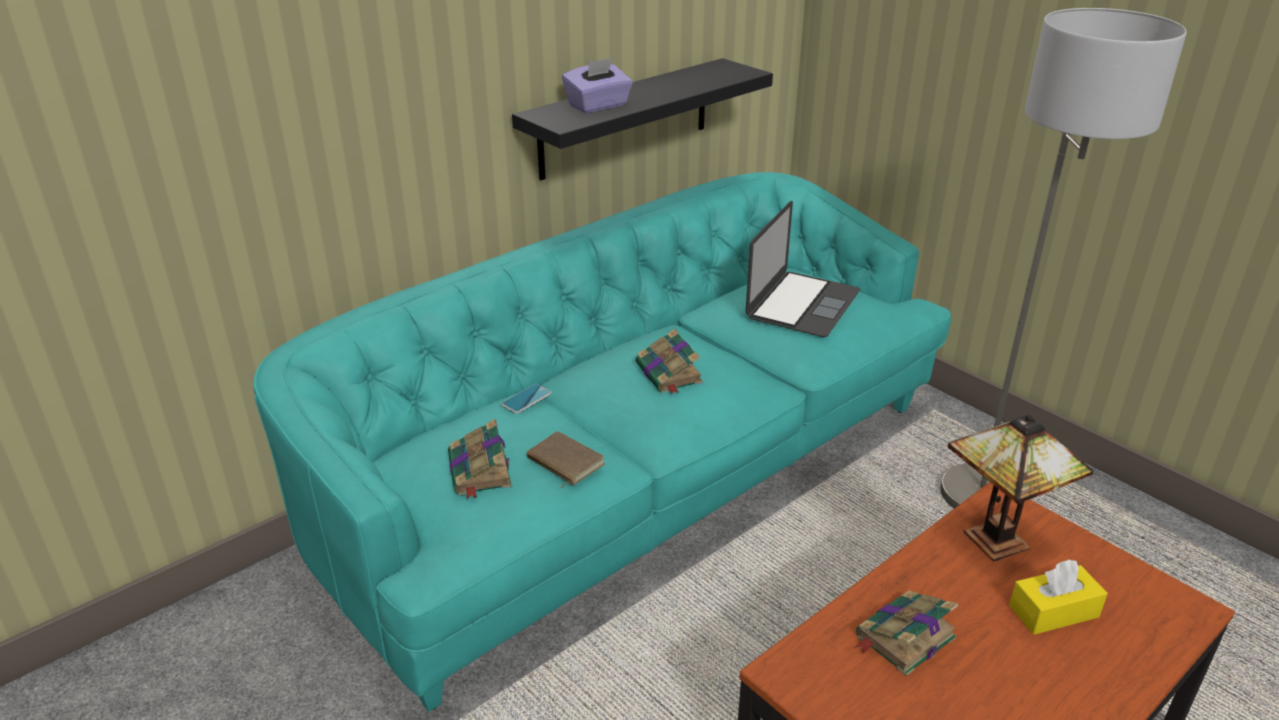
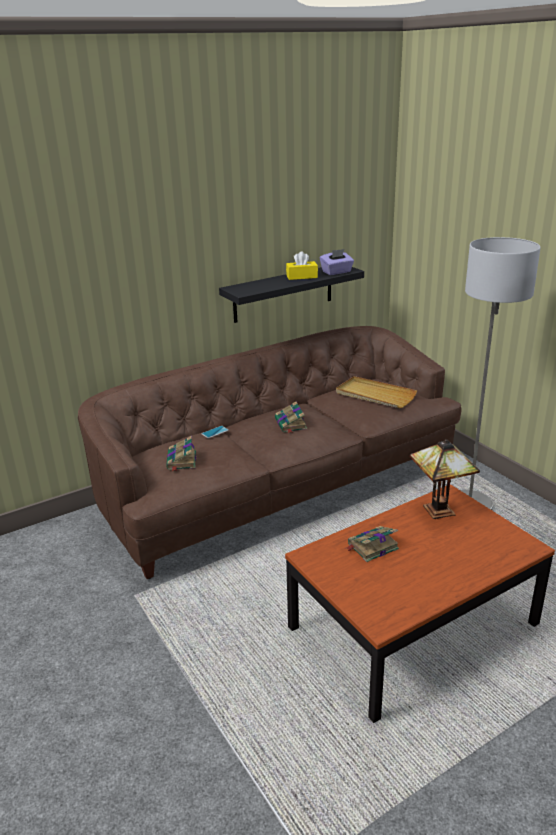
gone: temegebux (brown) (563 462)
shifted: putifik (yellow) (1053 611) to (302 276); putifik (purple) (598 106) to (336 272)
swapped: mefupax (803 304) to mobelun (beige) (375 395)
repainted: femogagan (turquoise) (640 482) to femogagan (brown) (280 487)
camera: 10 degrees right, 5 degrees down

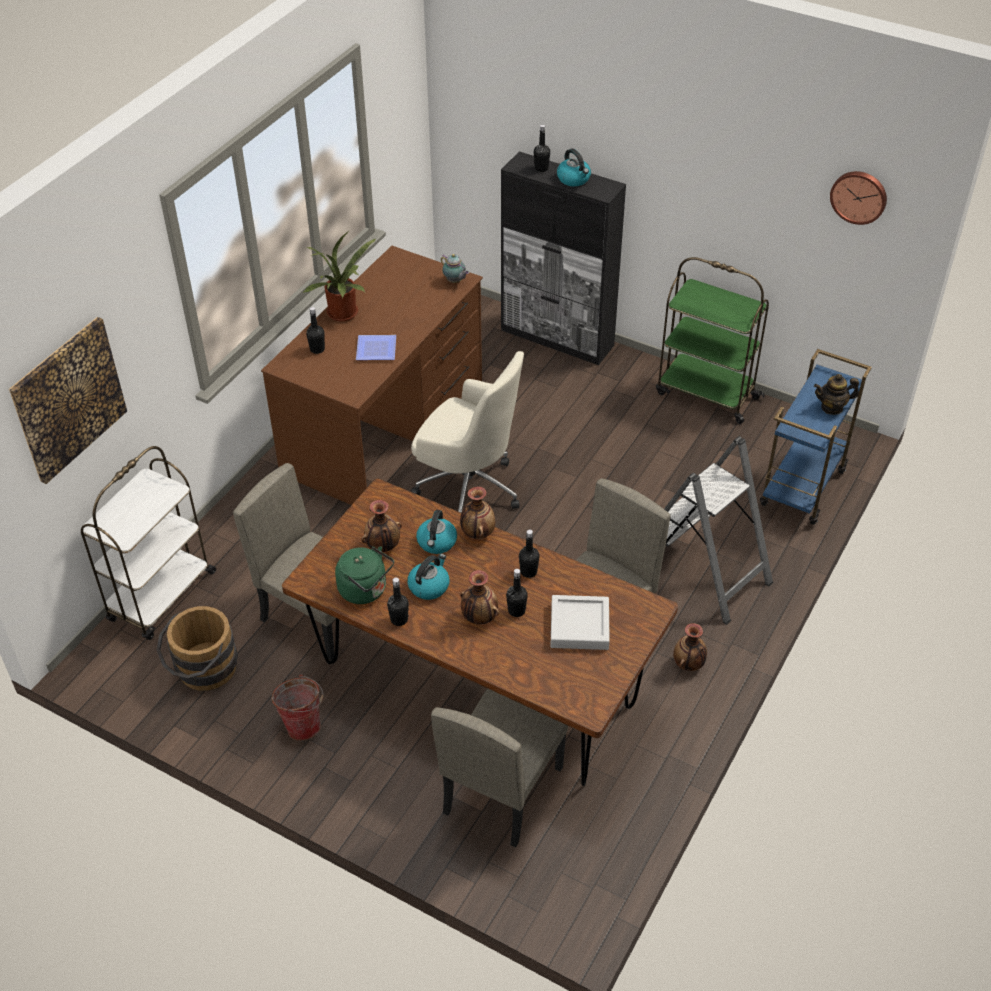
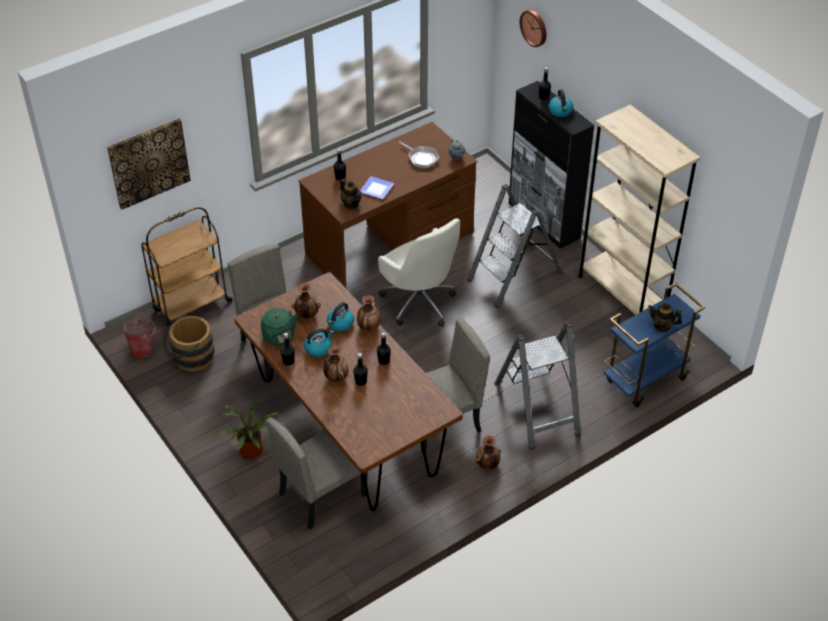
gone: mobelun (grey) (579 626)
new: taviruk (351 204); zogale (421 158); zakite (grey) (515 276)
shifted: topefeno (302 723) to (143 349); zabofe (344 315) to (251 453); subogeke (859 196) to (534 27)
swapped: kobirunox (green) (706 395) to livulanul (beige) (622 294)
repainted: kobirunox (white) (161 597) to kobirunox (brown) (191 306)
camera: 25 degrees right, 0 degrees up

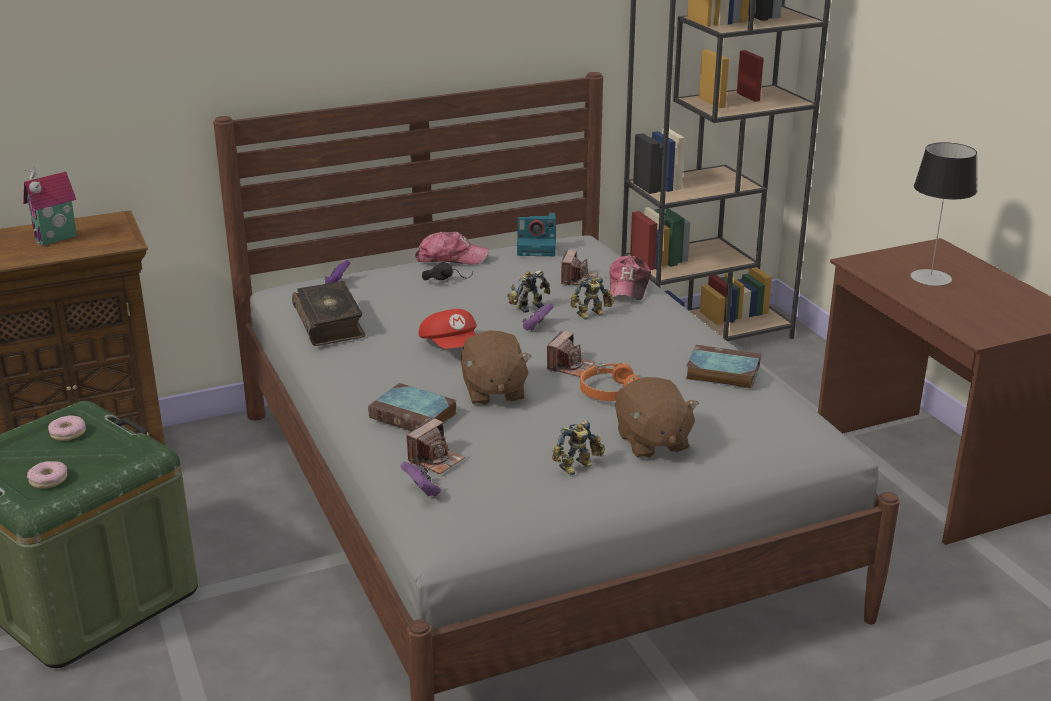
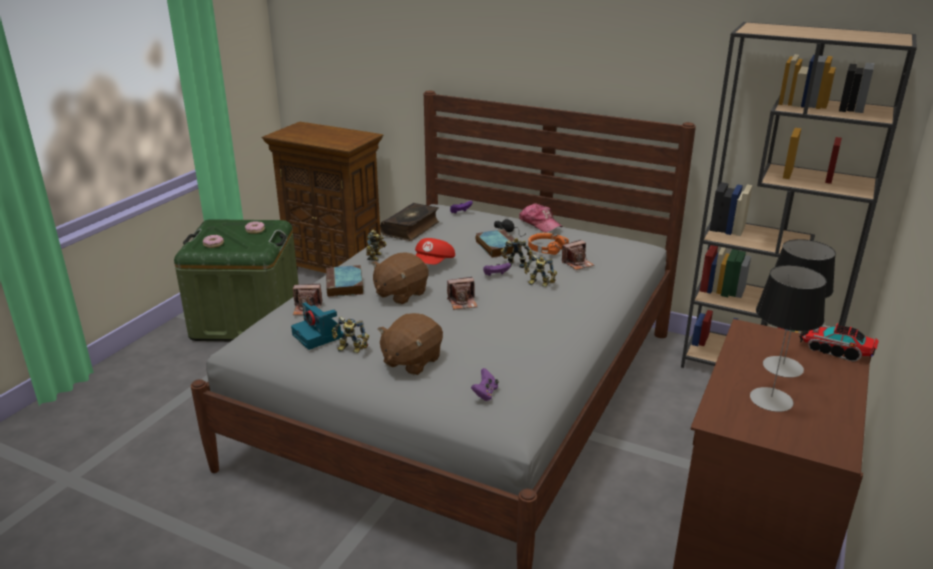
gone: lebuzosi (57 239); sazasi (628 287)
new: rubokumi (376 257); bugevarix (771 399); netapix (835 350)
shifted: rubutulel (538 247) to (319 336); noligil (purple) (422 491) to (485 393); temegebux (721 372) to (497 246); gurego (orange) (609 391) to (546 248)
camera: 50 degrees right, 0 degrees up

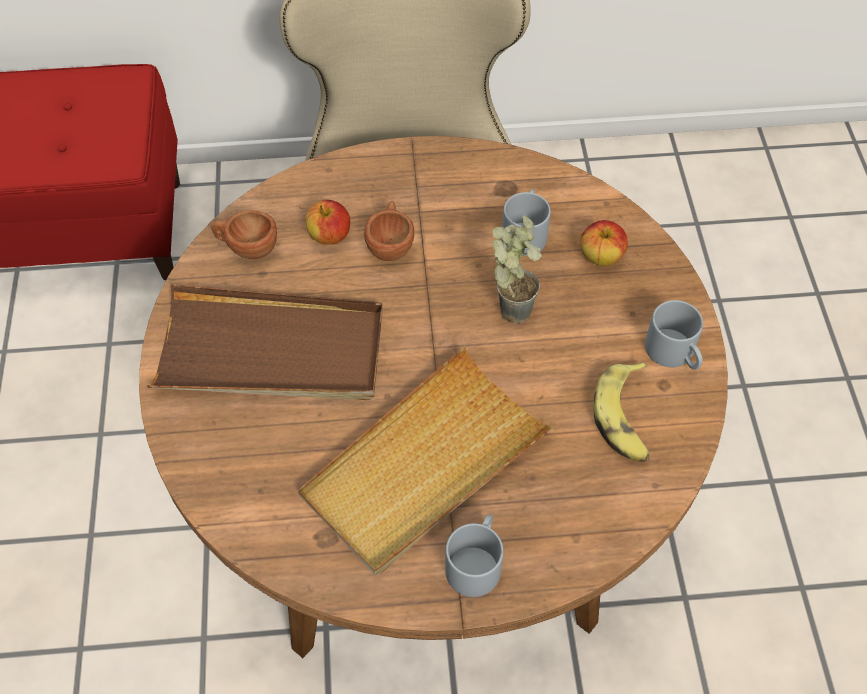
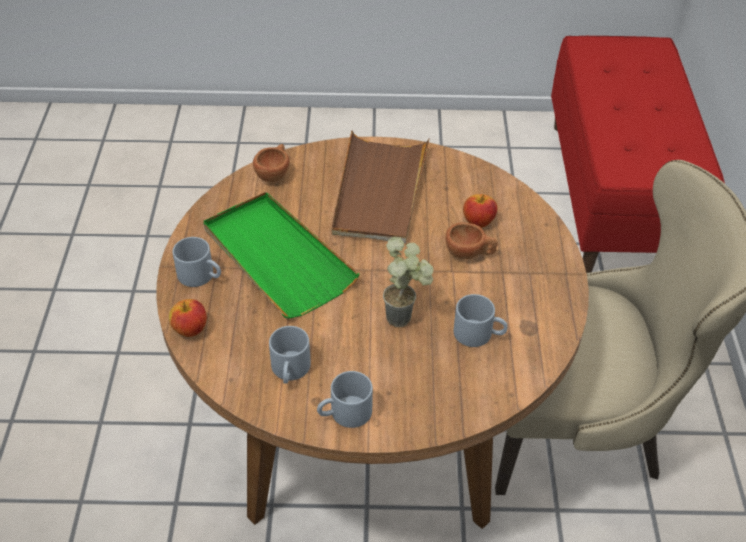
shifted: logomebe (601 257) to (190 329); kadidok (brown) (247 248) to (274 173)
swapped: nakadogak (625 418) to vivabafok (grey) (290 371)
repainted: mobelun (beige) (424 464) to mobelun (green) (277 258)
camera: 95 degrees right, 10 degrees down

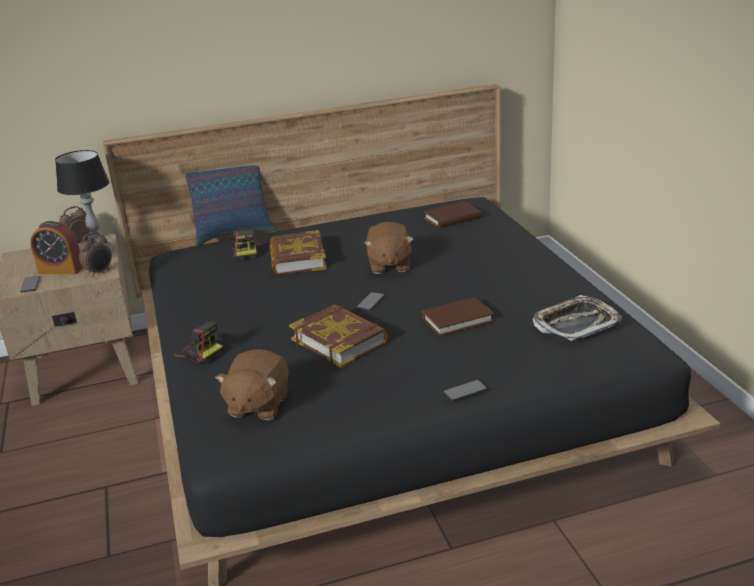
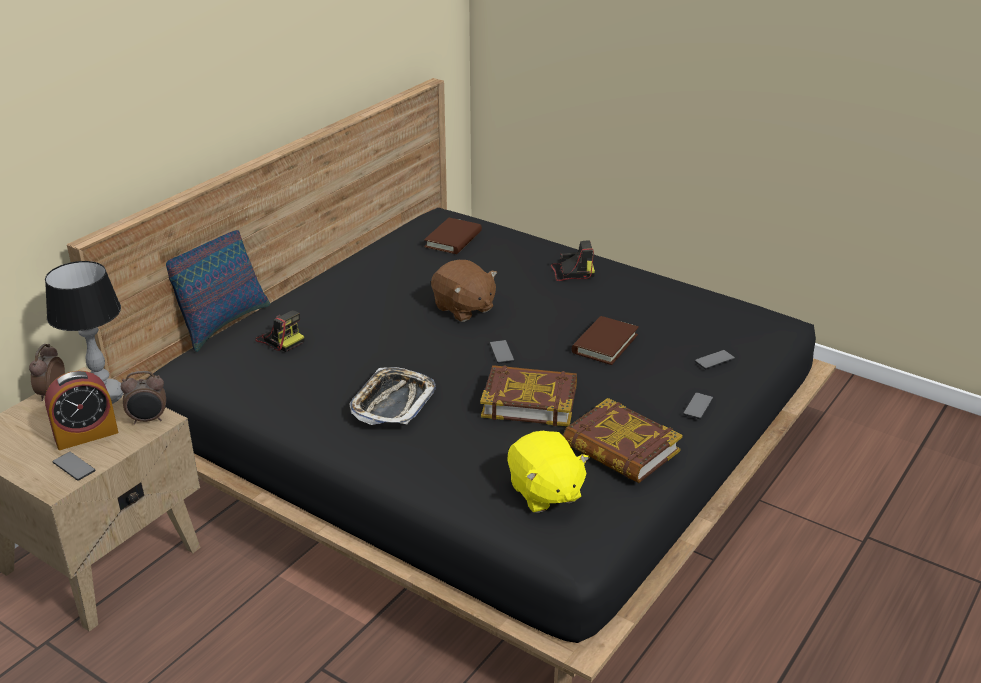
new: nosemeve (714 360)
shifted: mobelun (576 324) to (393 402); rubutulel (199 351) to (571 272); temegebux (297 259) to (620 448)
repainted: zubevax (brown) (258 405) to zubevax (yellow) (544 492)
rotated: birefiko (99 272) = (148 420) 75 degrees clockwise
camera: 40 degrees left, 5 degrees up

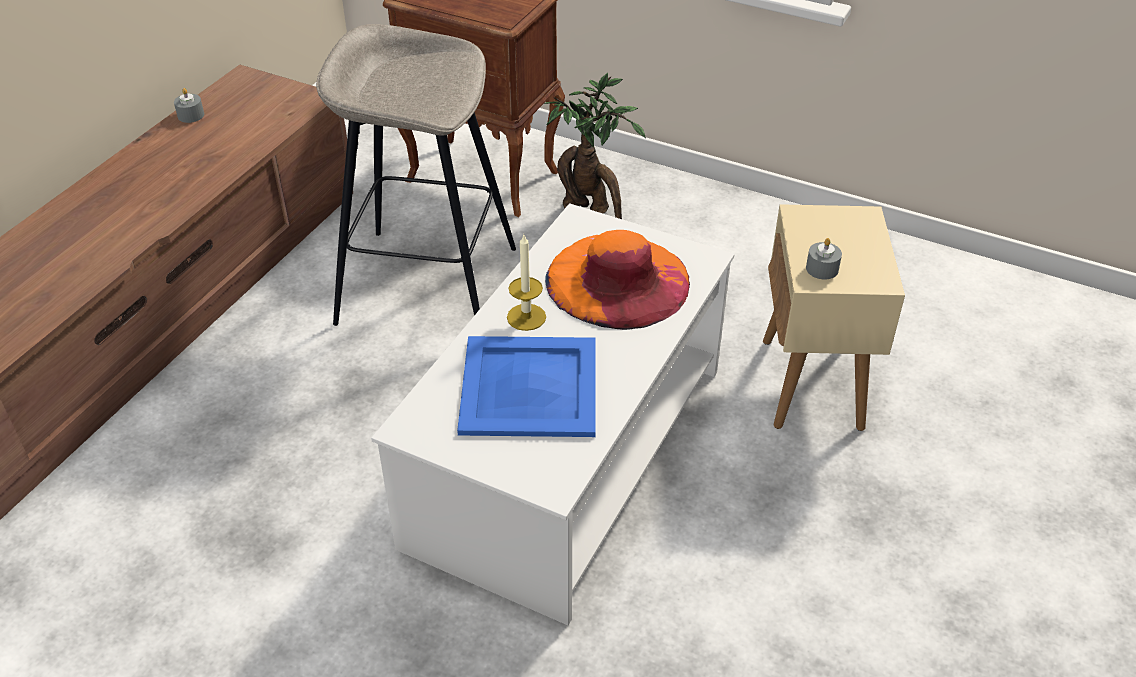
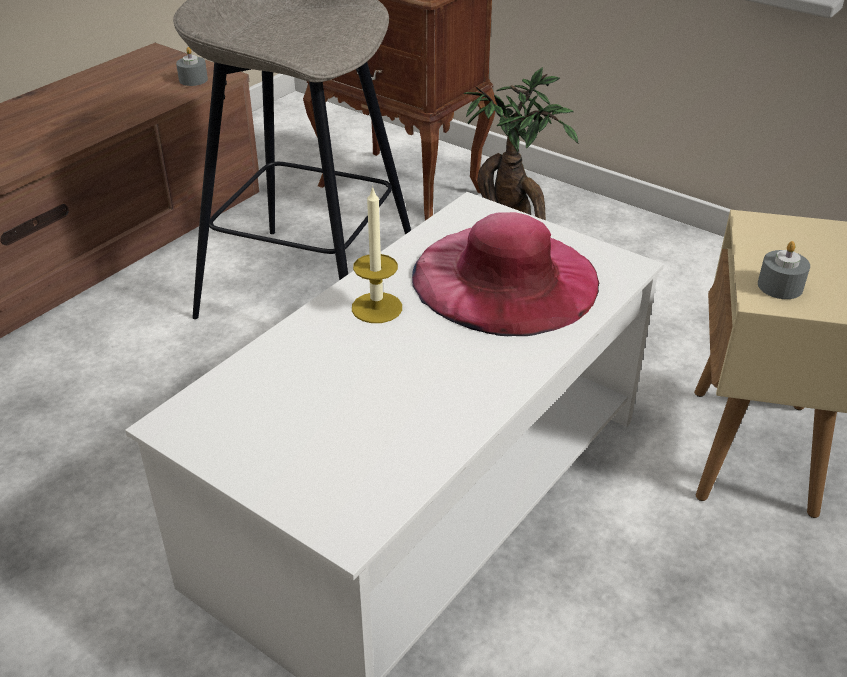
gone: mobelun (blue) (530 386)
shifted: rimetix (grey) (191 115) to (193 80)
repainted: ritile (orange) (618 280) to ritile (pink) (505 278)
camera: 10 degrees right, 5 degrees down

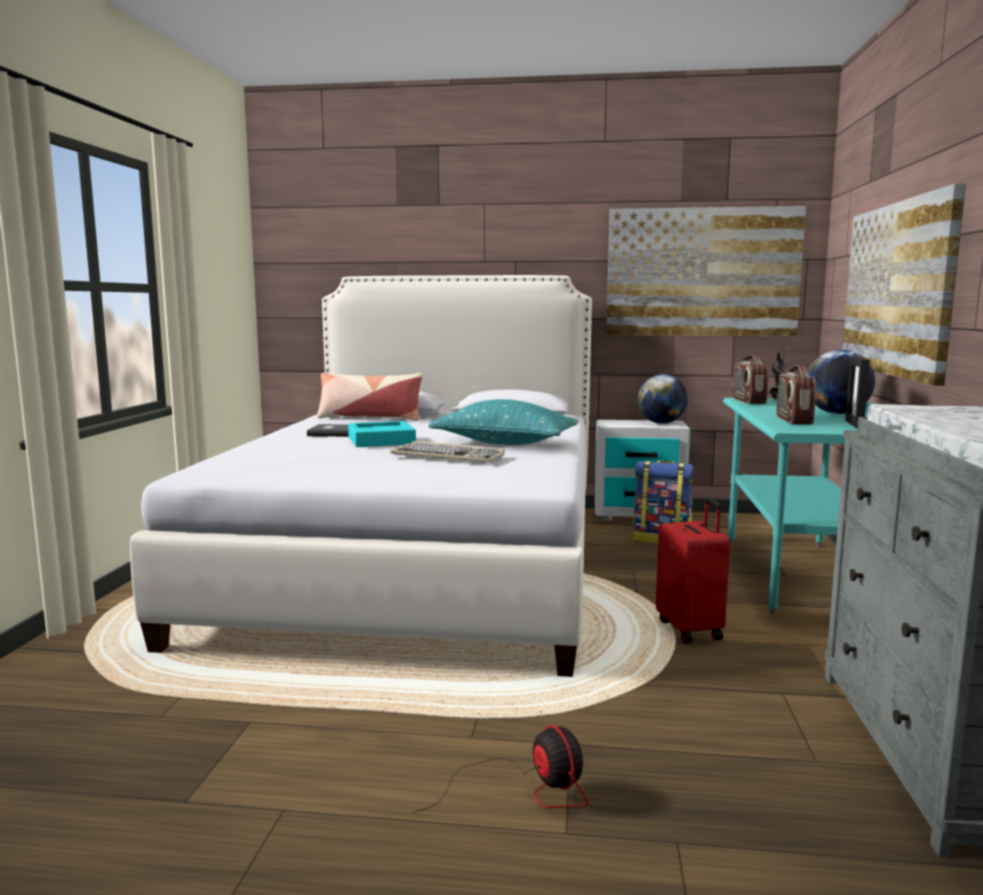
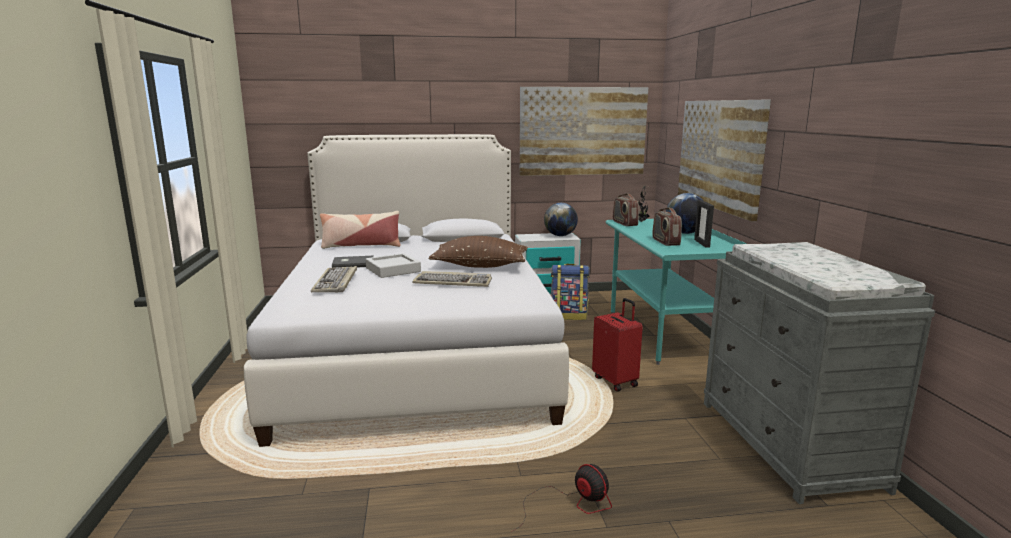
new: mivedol (336 282)
repainted: mobelun (turquoise) (381 440) to mobelun (grey) (393 270); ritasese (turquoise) (504 443) to ritasese (brown) (480 266)
camera: 15 degrees left, 5 degrees up

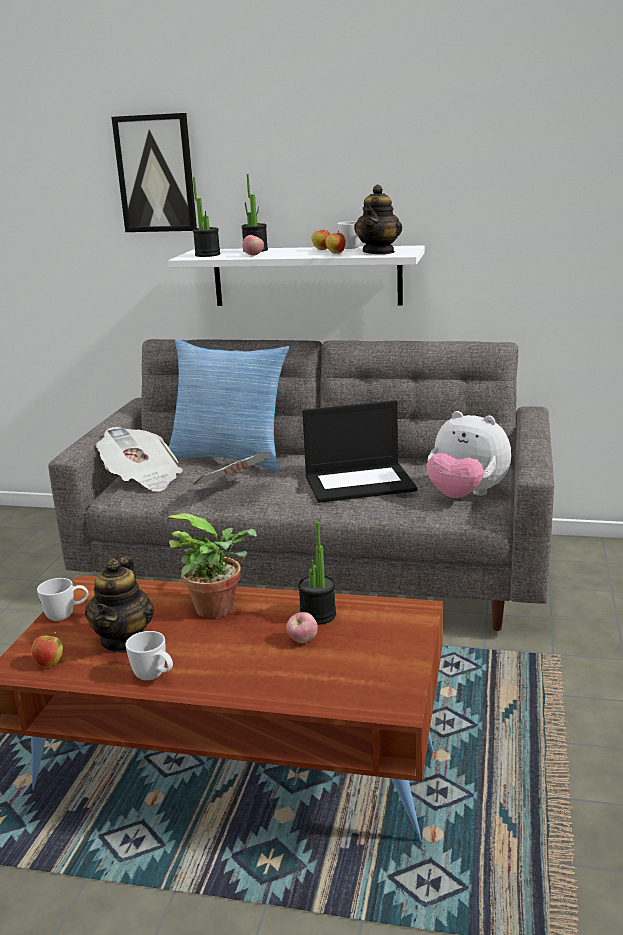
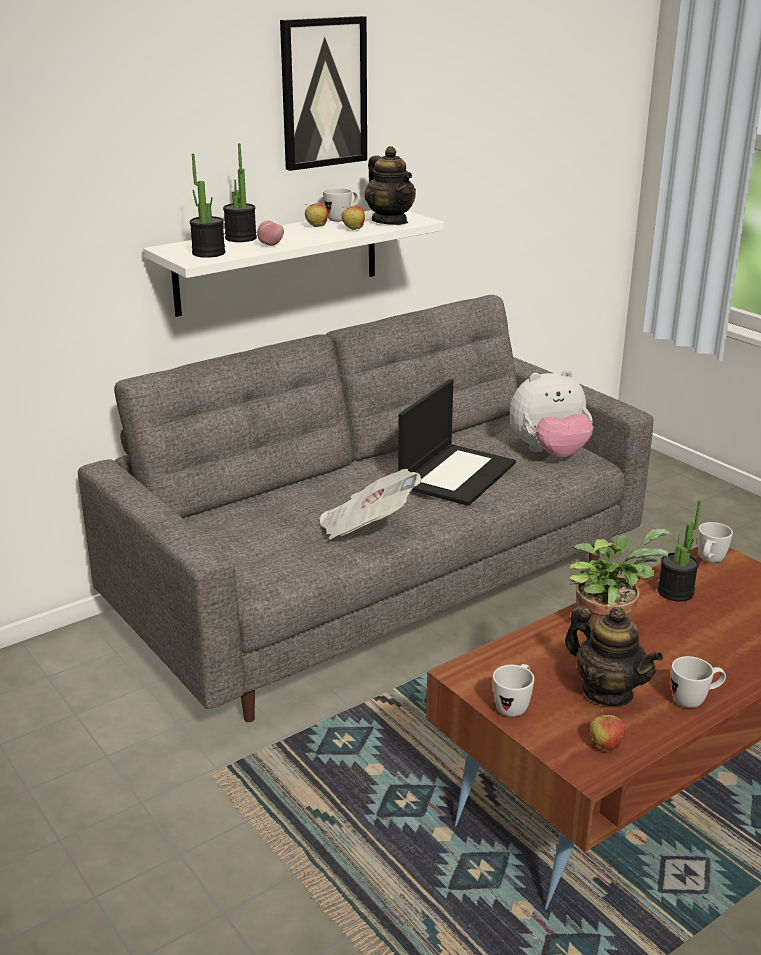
gone: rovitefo (142 479); ritasese (230 457); logomebe (303 641)
new: vivabafok (white) (709 561)
shifted: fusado (156 174) to (323 93)
camera: 50 degrees left, 5 degrees up

